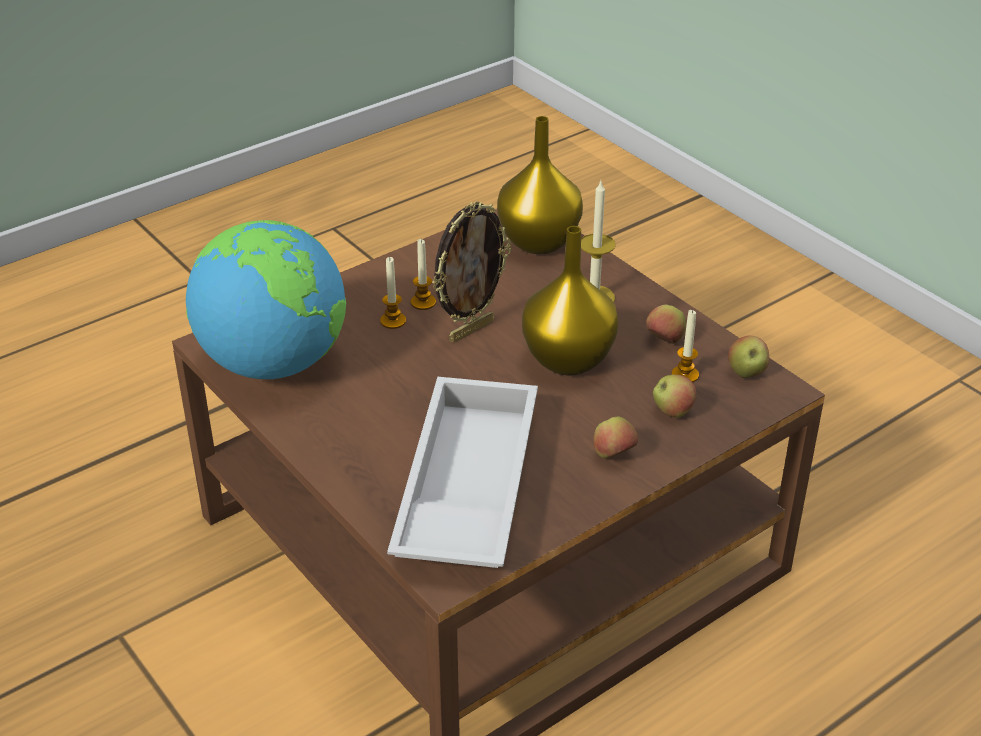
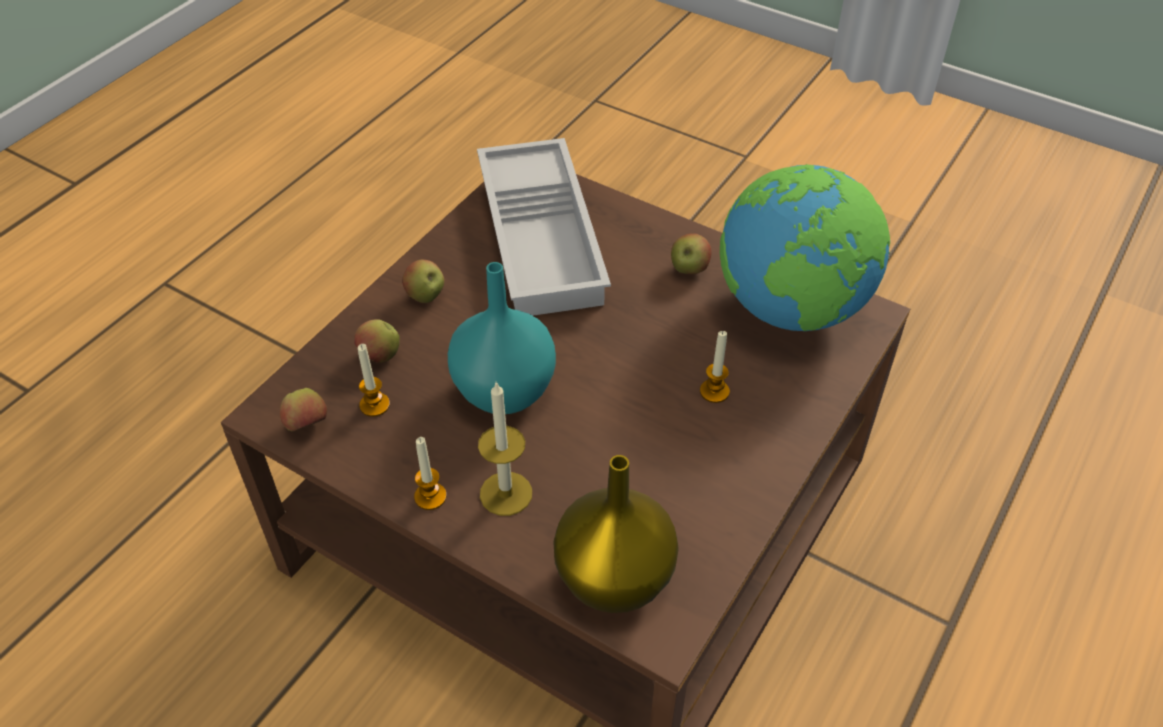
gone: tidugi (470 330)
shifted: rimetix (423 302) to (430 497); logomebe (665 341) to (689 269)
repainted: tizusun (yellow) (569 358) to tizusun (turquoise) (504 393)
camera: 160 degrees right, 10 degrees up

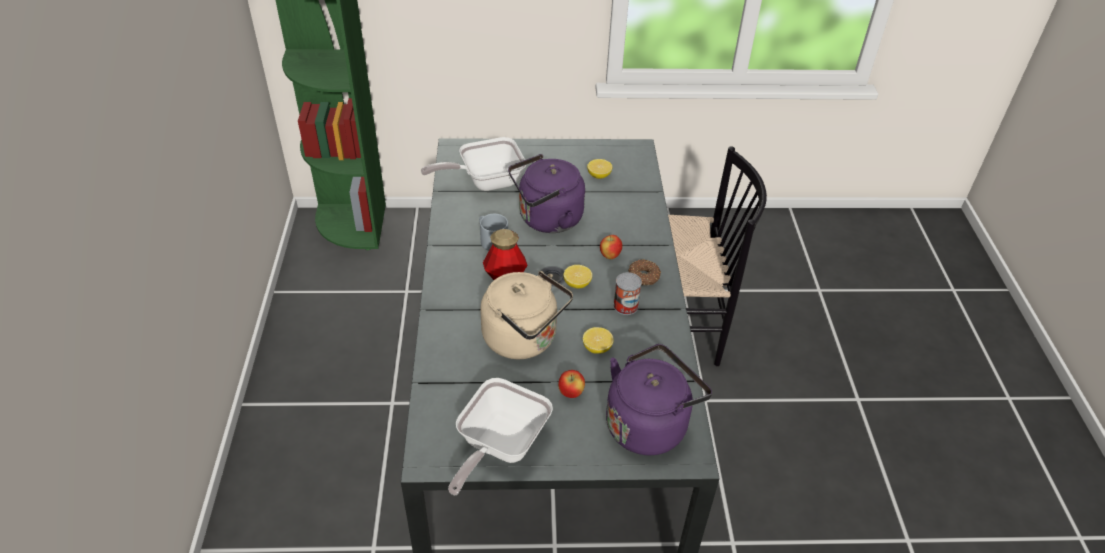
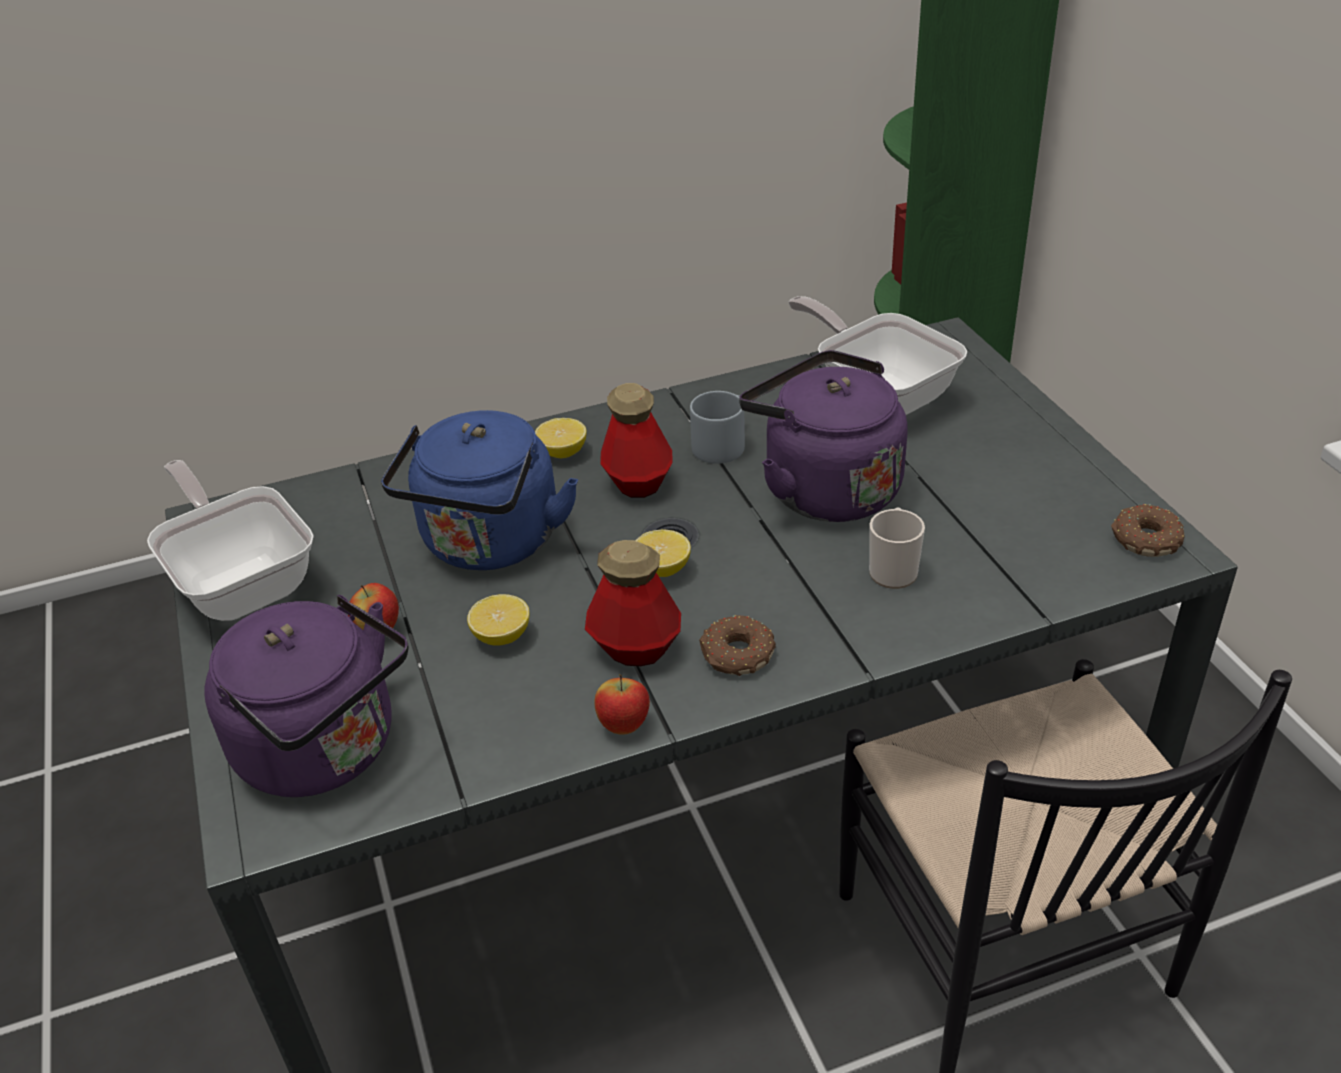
new: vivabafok (893 569); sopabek (1144 539)
shifted: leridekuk (599 176) to (562 453); logomebe (610 256) to (624 726)
swapped: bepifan (625 306) to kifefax (635 648)
repainted: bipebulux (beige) (524 339) to bipebulux (blue) (489 545)
rotated: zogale (498 447) = (242 581) 45 degrees clockwise
camera: 75 degrees right, 5 degrees down

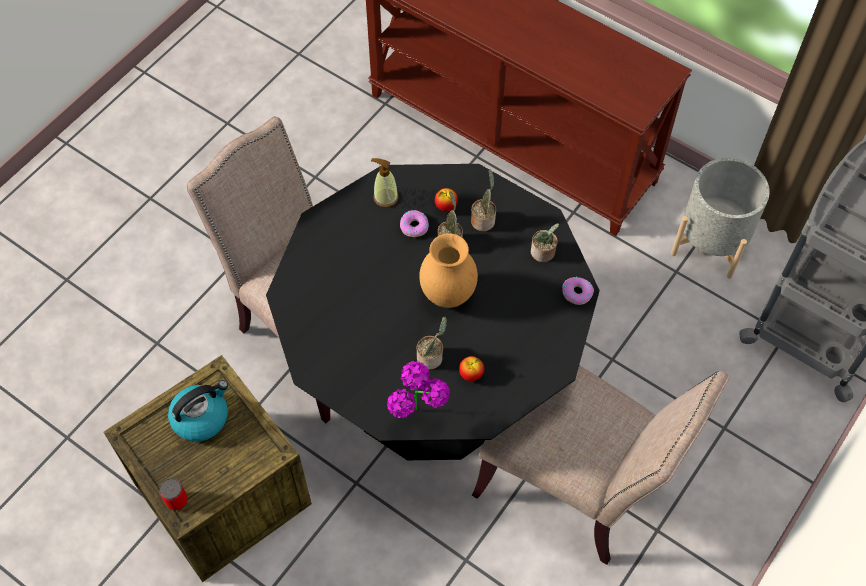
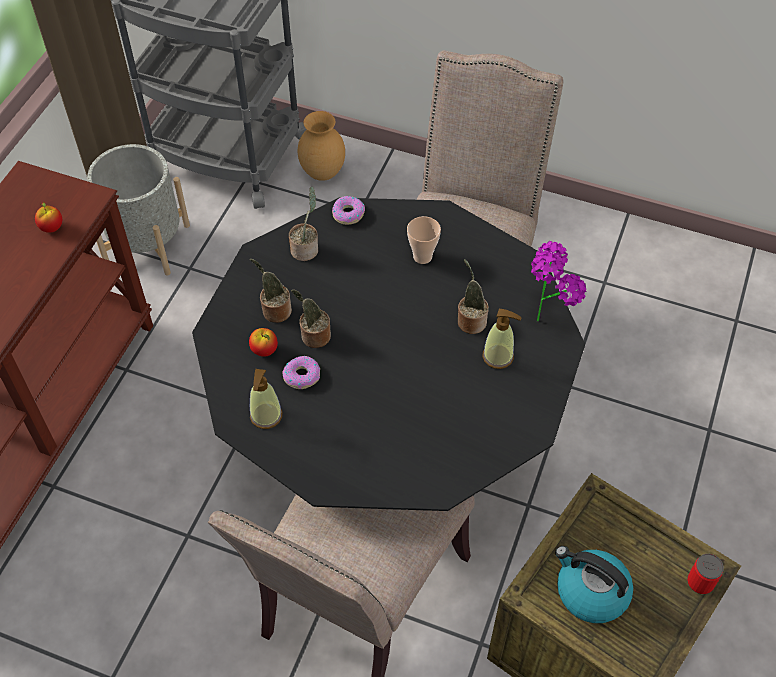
new: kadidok (422 256); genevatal (498 356)
shifted: logomebe (471 374) to (52 228); tizusun (brown) (447 294) to (322 173)
camera: 105 degrees left, 5 degrees down

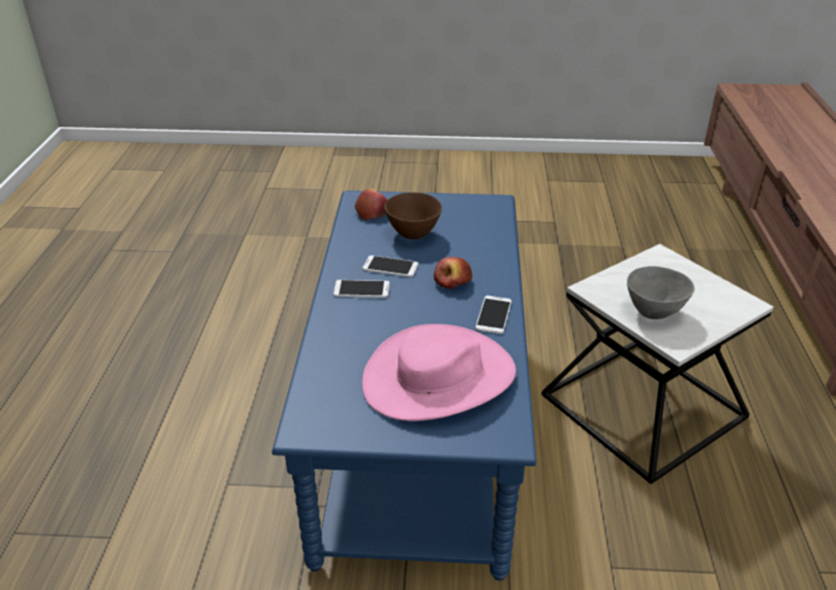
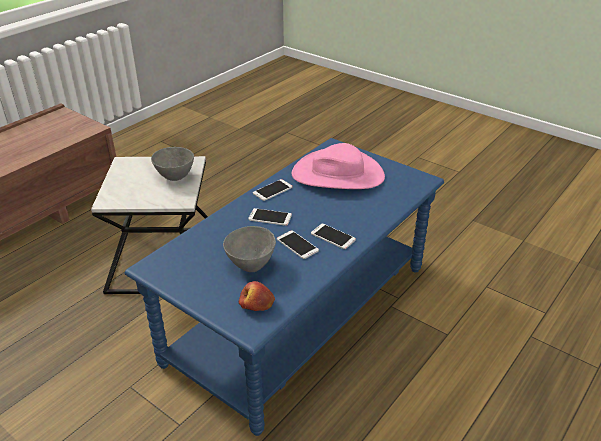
swapped: logomebe (453 282) to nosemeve (270 217)
repainted: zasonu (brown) (413 234) to zasonu (grey) (250 265)
camera: 145 degrees left, 0 degrees up

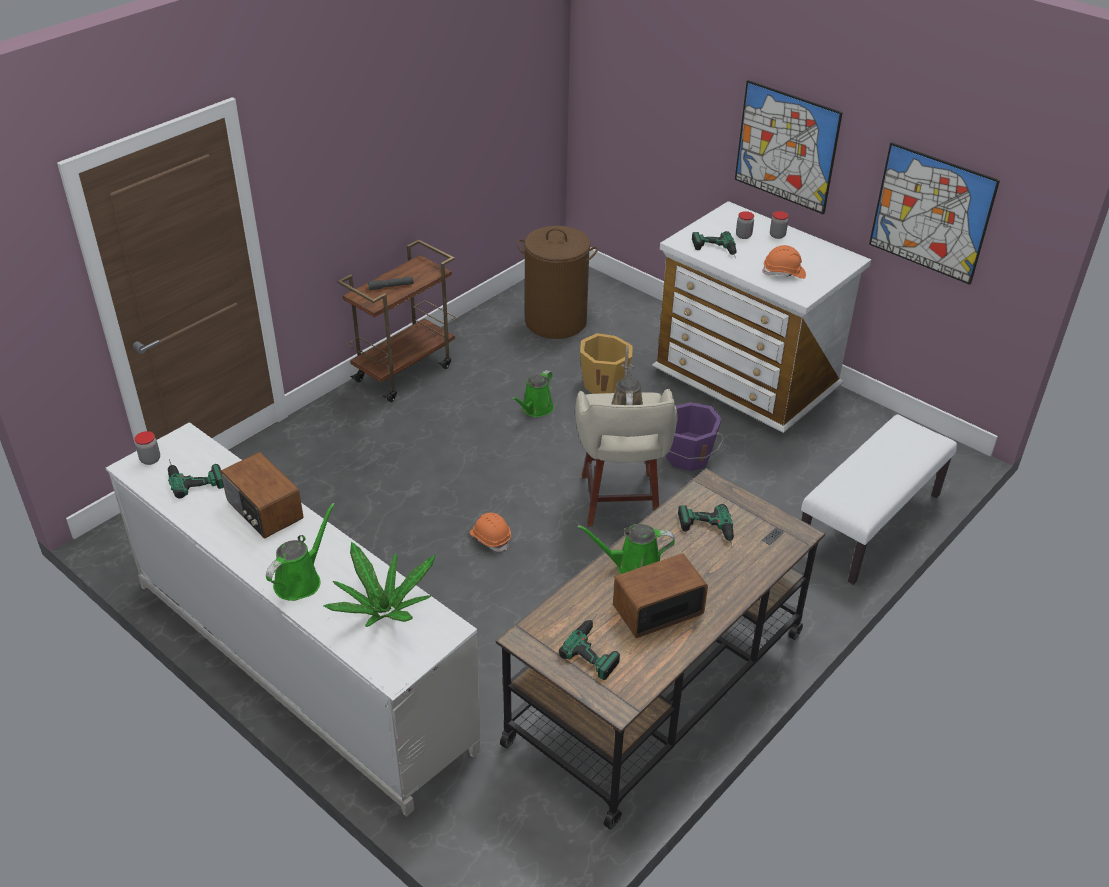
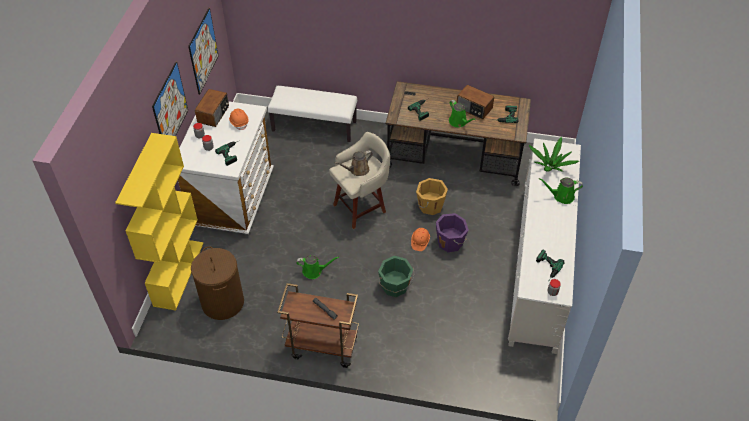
new: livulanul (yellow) (178 273); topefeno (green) (395 286)
shifted: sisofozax (264 510) to (214 114); topefeno (orange) (605 383) to (430 205); topefeno (purple) (687 457) to (450 242)
camera: 120 degrees left, 10 degrees up

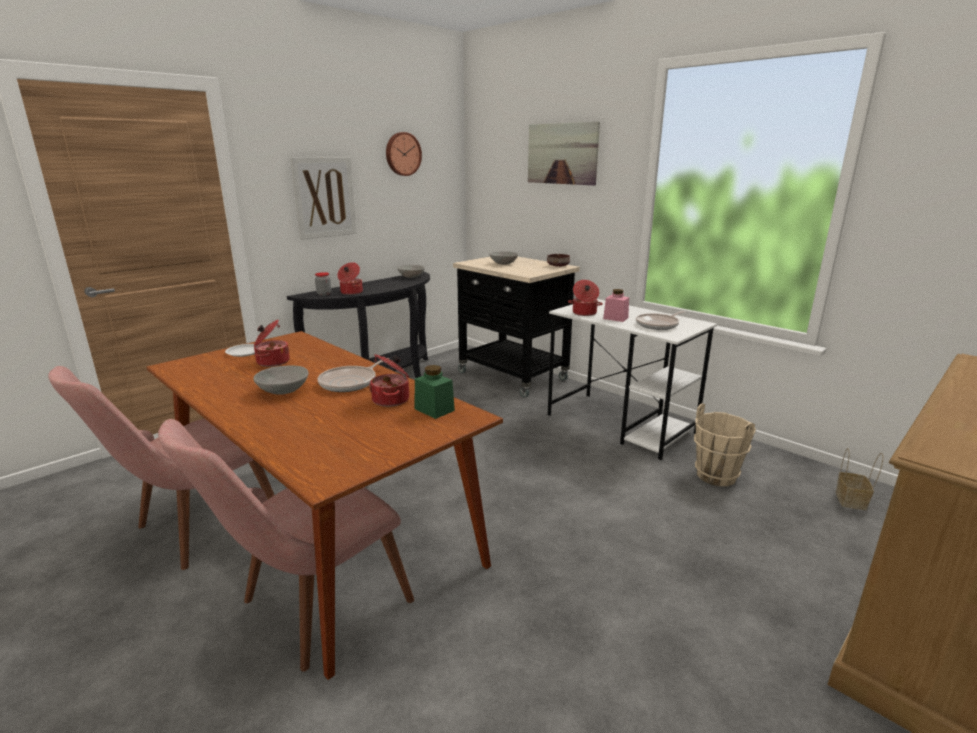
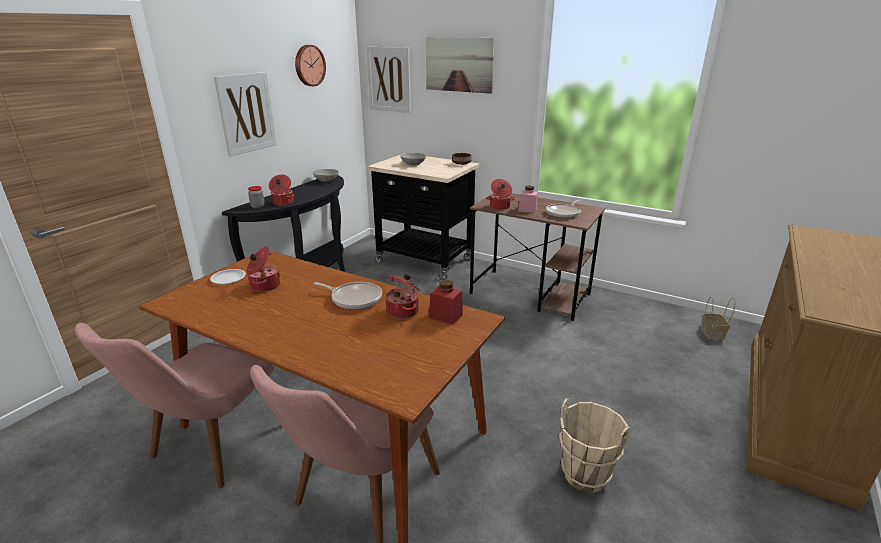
gone: zasonu (grey) (283 391)
new: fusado (389 79)
shifted: topefeno (beige) (716 475) to (585 474)
repainted: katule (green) (434 409) to katule (red) (446 316); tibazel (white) (621 424) to tibazel (brown) (530 294)
rotated: zogale (350 382) = (354 299) 90 degrees counterclockwise
camera: 15 degrees left, 5 degrees up

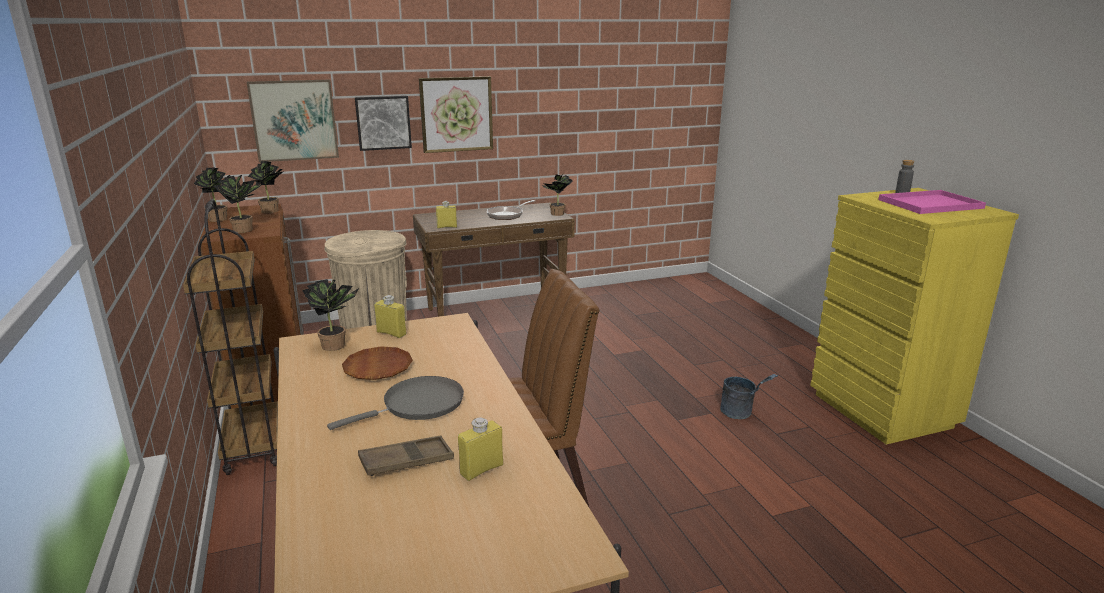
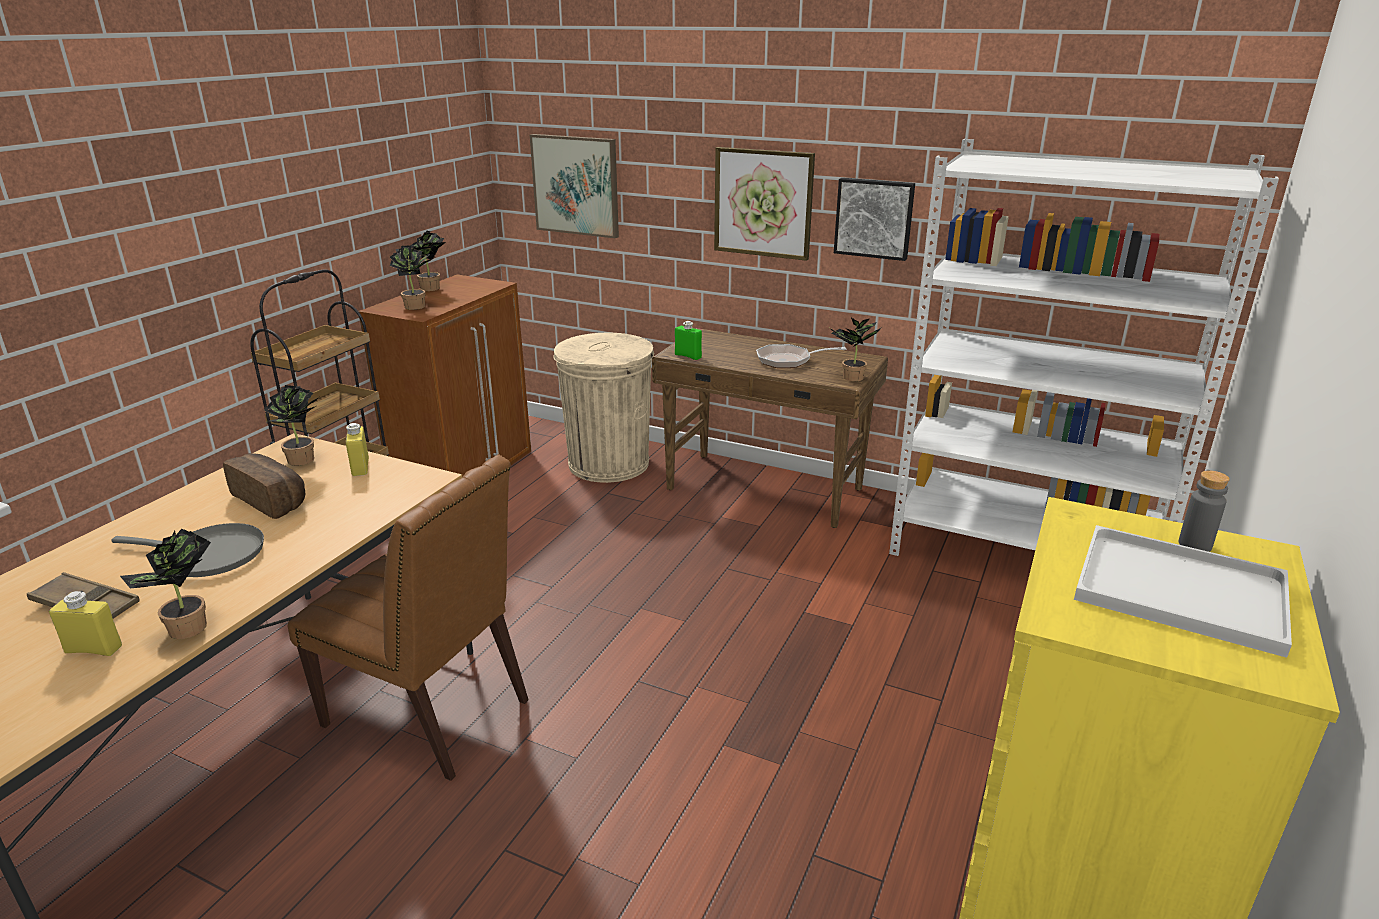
gone: topefeno (grey) (741 413)
new: livulanul (white) (1023 551)
shifted: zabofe (272 211) to (188 631); fusado (383 122) to (874 218)
swapped: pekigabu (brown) (378 368) to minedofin (273 500)
repainted: kifefax (yellow) (447 227) to kifefax (green) (688 356); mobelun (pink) (929 204) to mobelun (white) (1175 590)
camera: 45 degrees right, 5 degrees up

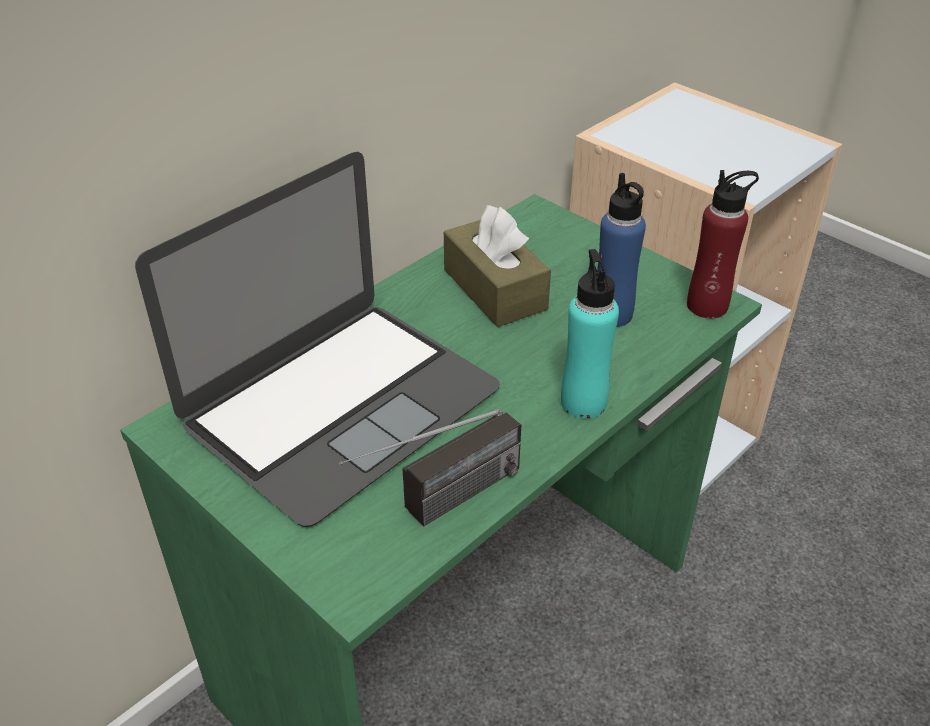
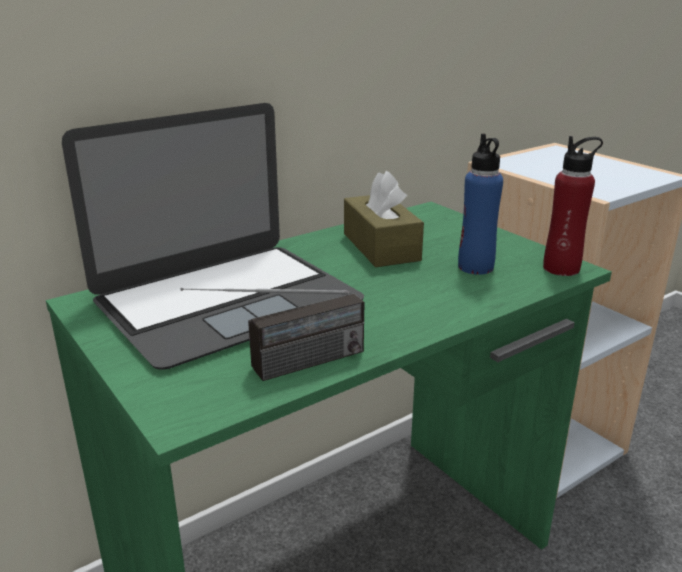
gone: kifefax (turquoise) (583 402)
camera: 10 degrees right, 15 degrees down

